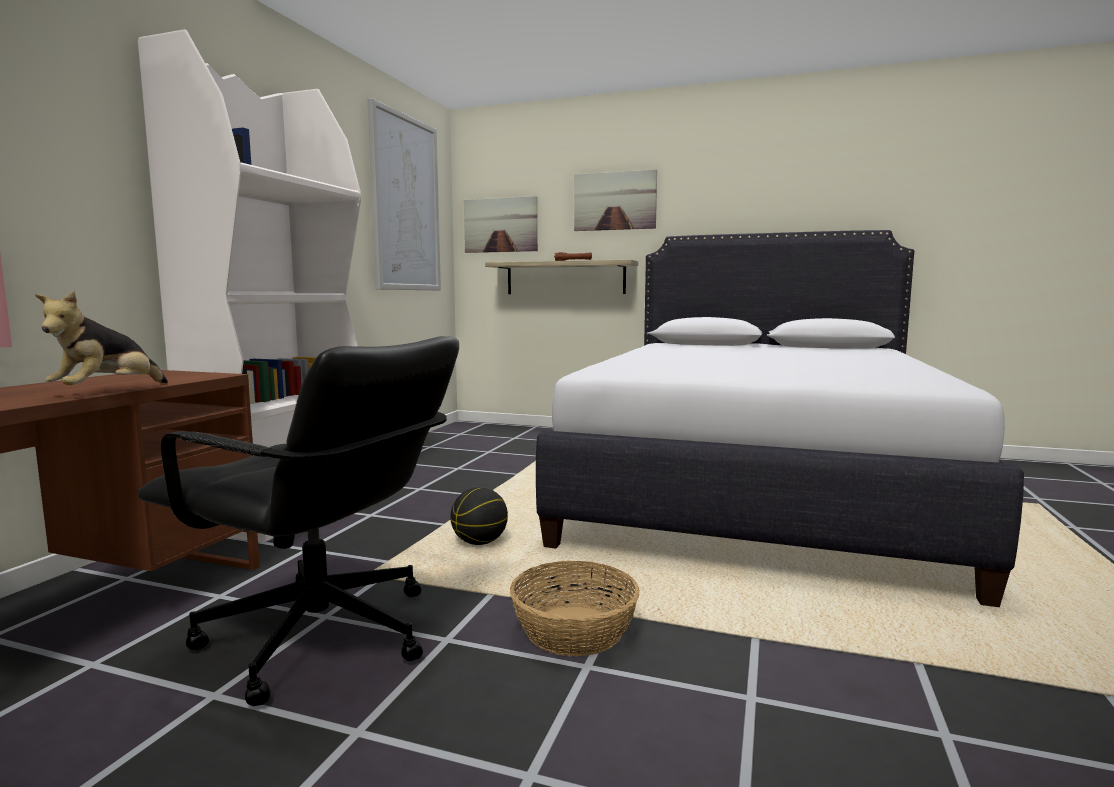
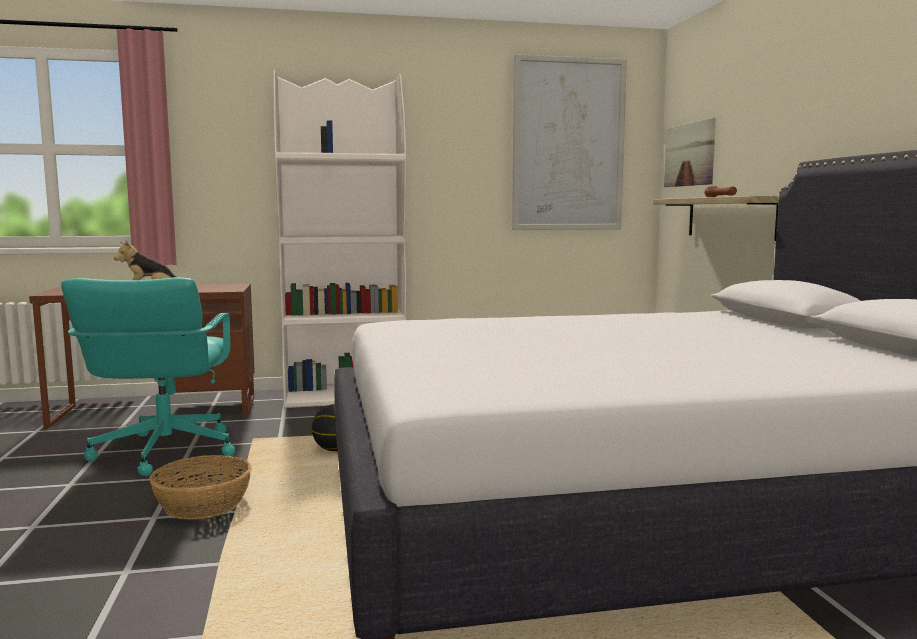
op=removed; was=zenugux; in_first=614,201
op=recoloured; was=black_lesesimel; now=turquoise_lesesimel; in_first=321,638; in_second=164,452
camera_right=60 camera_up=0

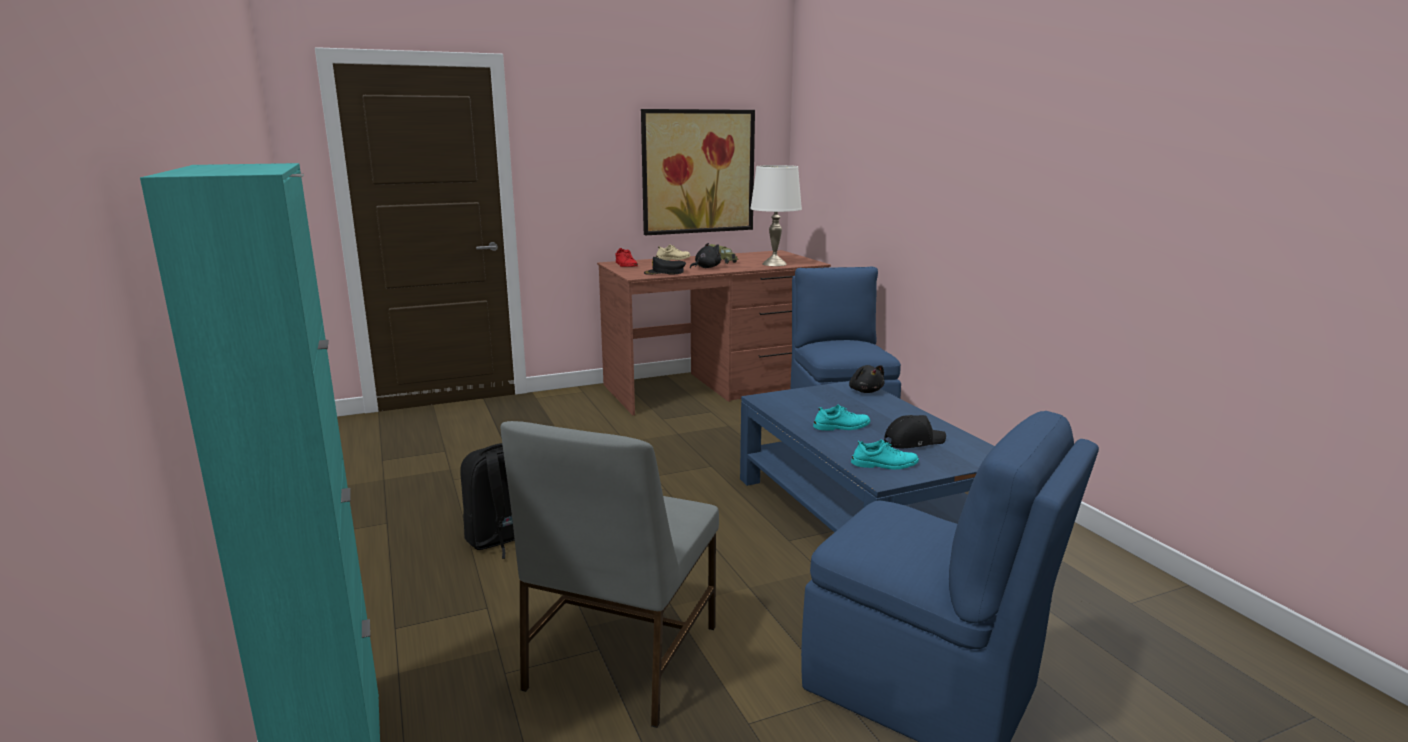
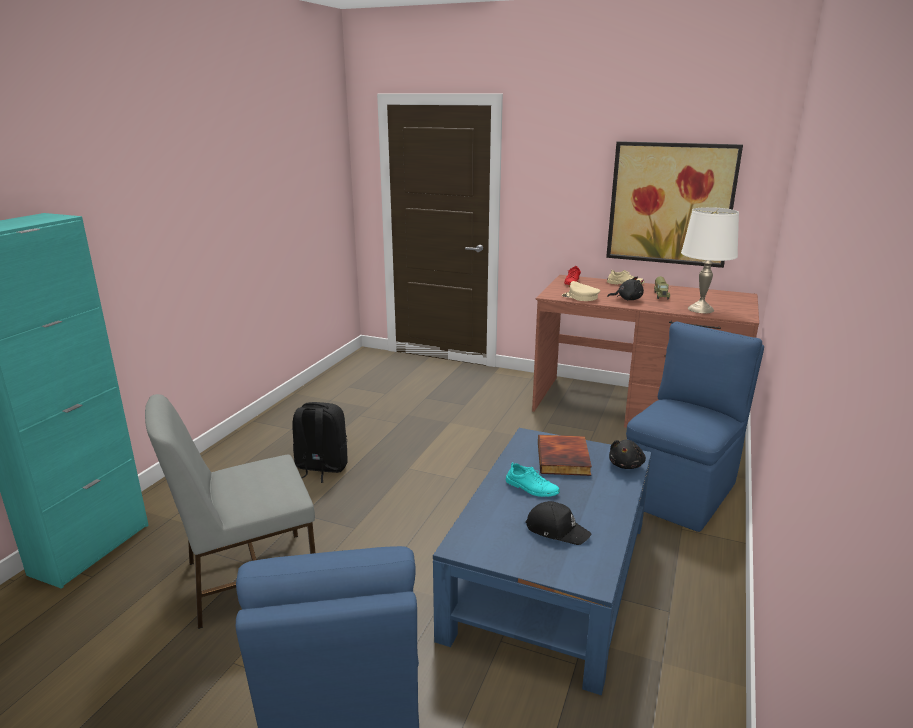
op=recoloured; was=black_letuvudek; now=beige_letuvudek; in_first=665,272; in_second=580,297
op=removed; was=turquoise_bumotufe; in_first=884,464
op=added; now=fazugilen; in_second=564,459
camera_right=45 camera_up=5

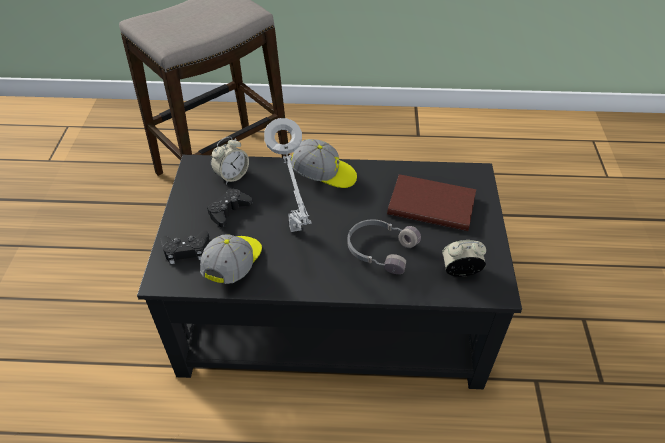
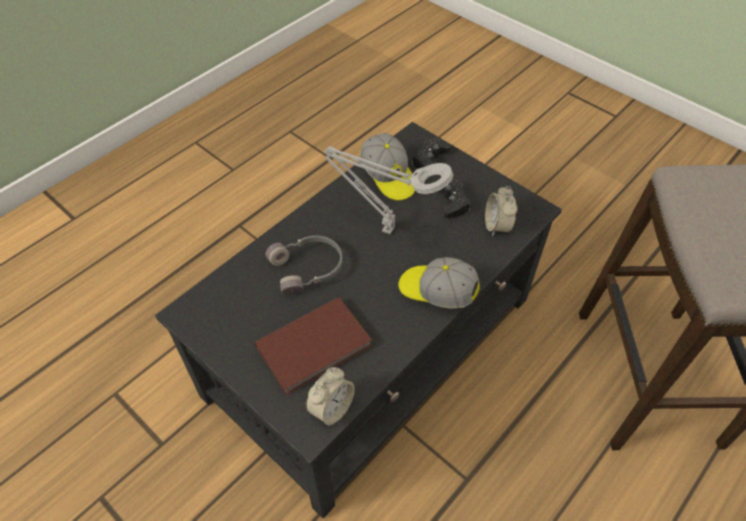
op=turned; was=letuvudek; in_first=324,175; in_second=437,291; clockwise=60
op=moved; was=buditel; in_first=460,271; in_second=331,408
camera_right=130 camera_up=5

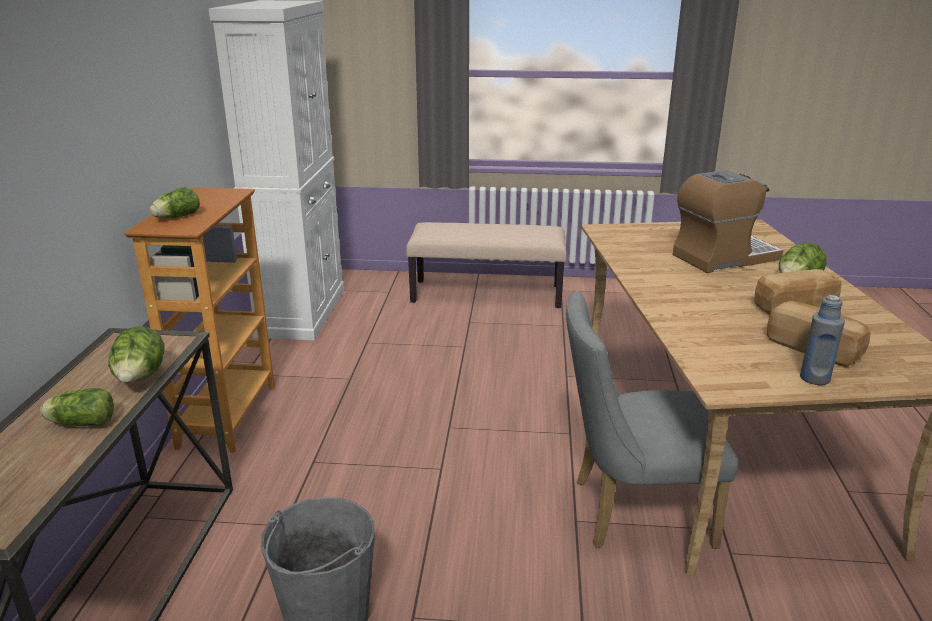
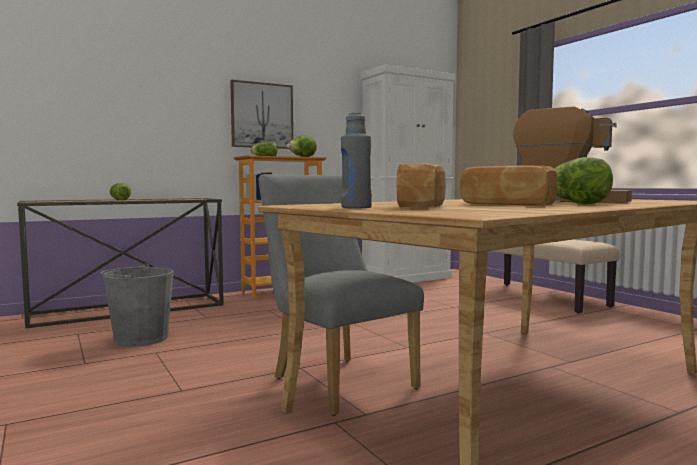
op=moved; was=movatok; in_first=140,379; in_second=302,157
op=added; now=zenugux; in_second=262,115
camera_right=55 camera_up=-20

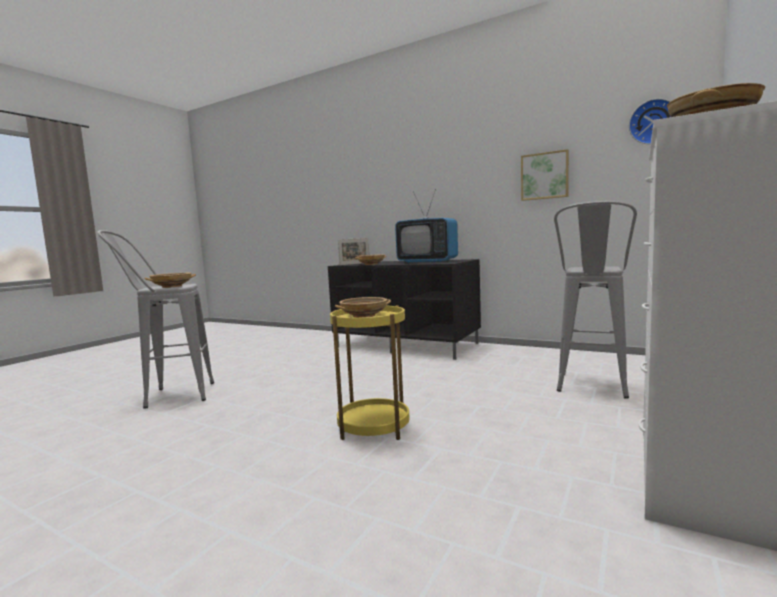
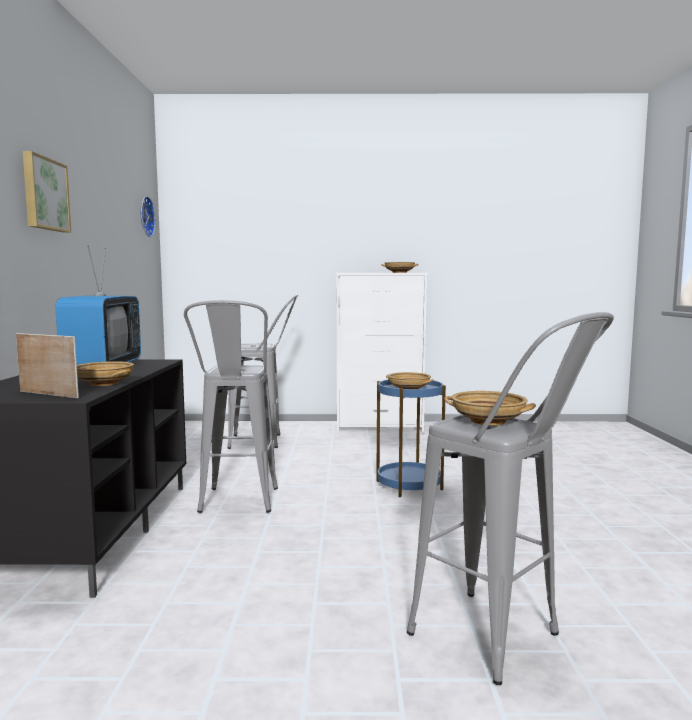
op=moved; was=zenugux; in_first=544,176; in_second=44,194
op=recoloured; was=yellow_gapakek; now=blue_gapakek; in_first=374,427; in_second=409,485
op=added; now=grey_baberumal; in_second=237,505
camera_right=-120 camera_up=0

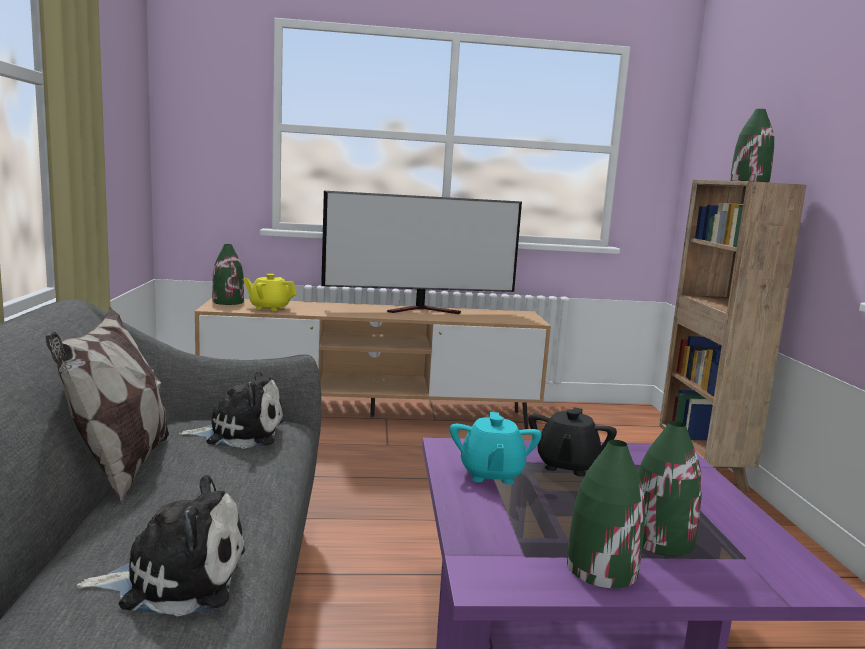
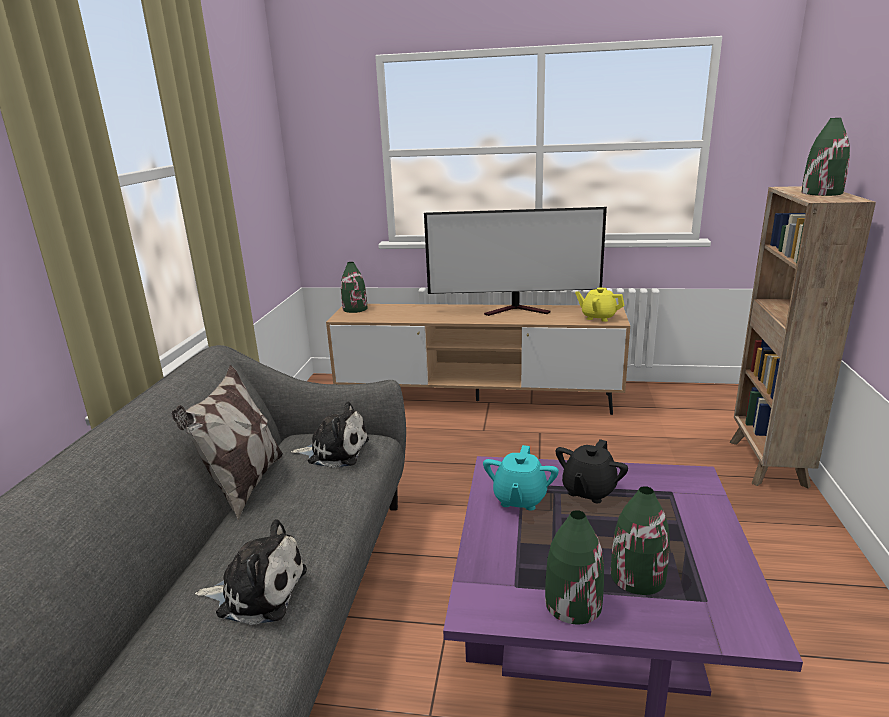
op=moved; was=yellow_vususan; in_first=269,308; in_second=598,317
camera_right=15 camera_up=10

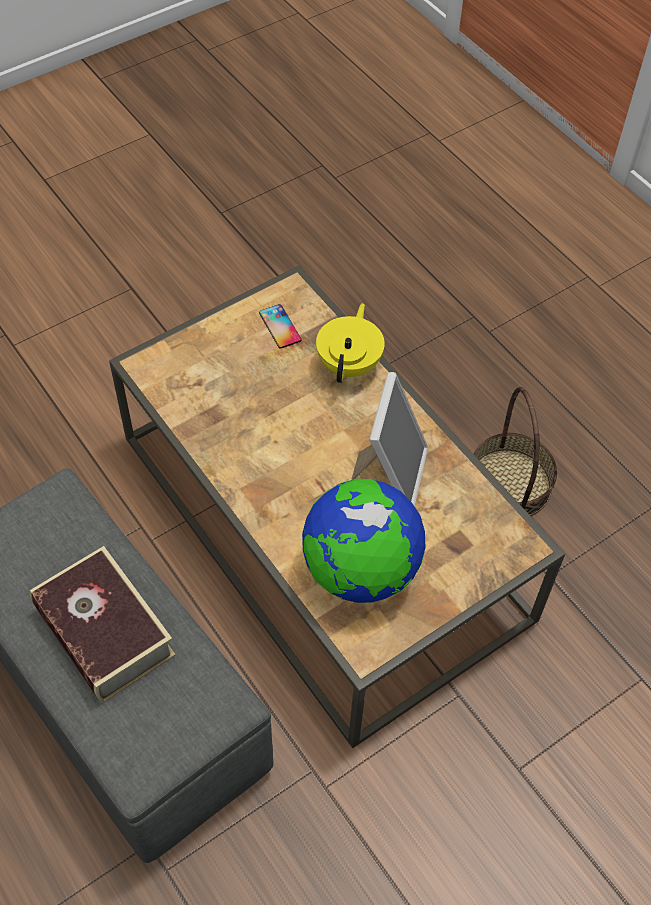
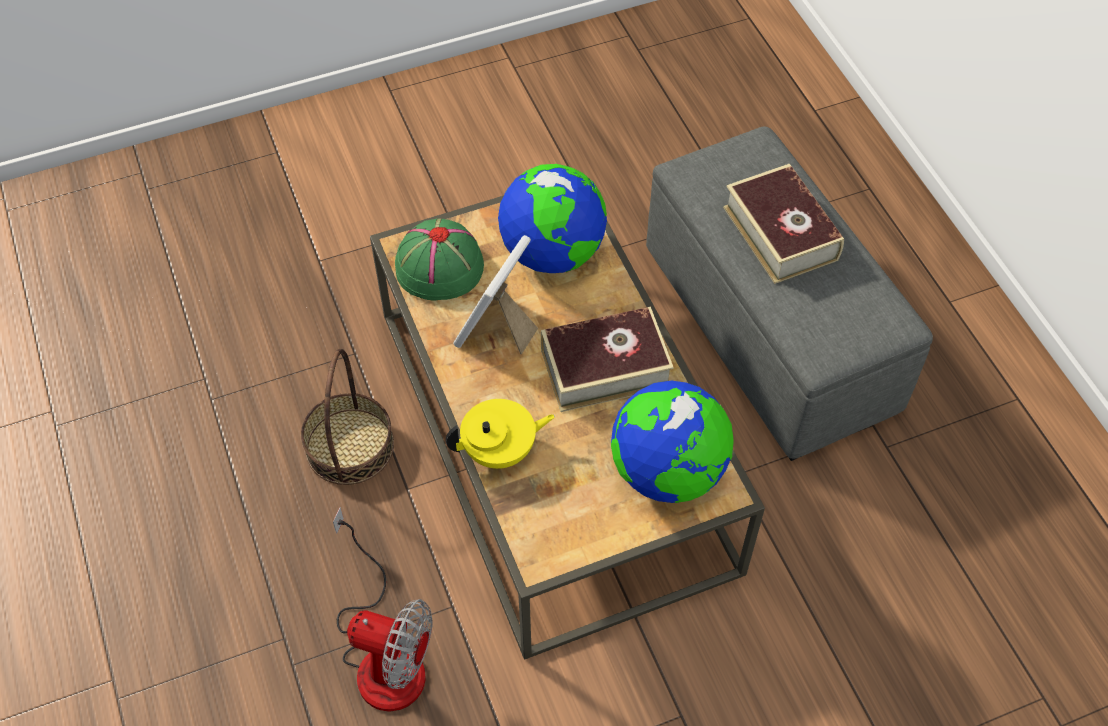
op=turned; was=yellow_vususan; in_first=350,364; in_second=500,451; clockwise=-135
op=removed; was=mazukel; in_first=280,326
op=added; now=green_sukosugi; in_second=439,267
op=added; now=fazugilen; in_second=605,368
op=added; now=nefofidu; in_second=667,472
op=added; now=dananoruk; in_second=384,654
camera_right=-165 camera_up=0

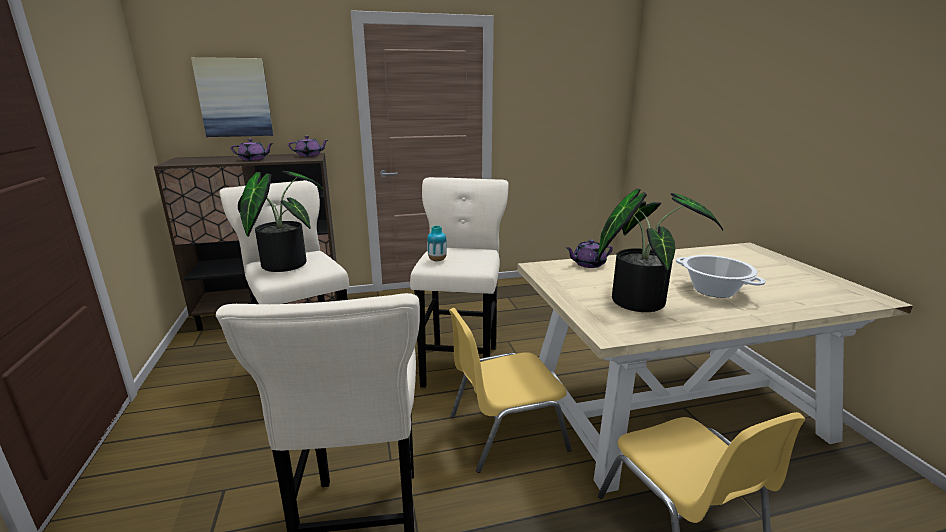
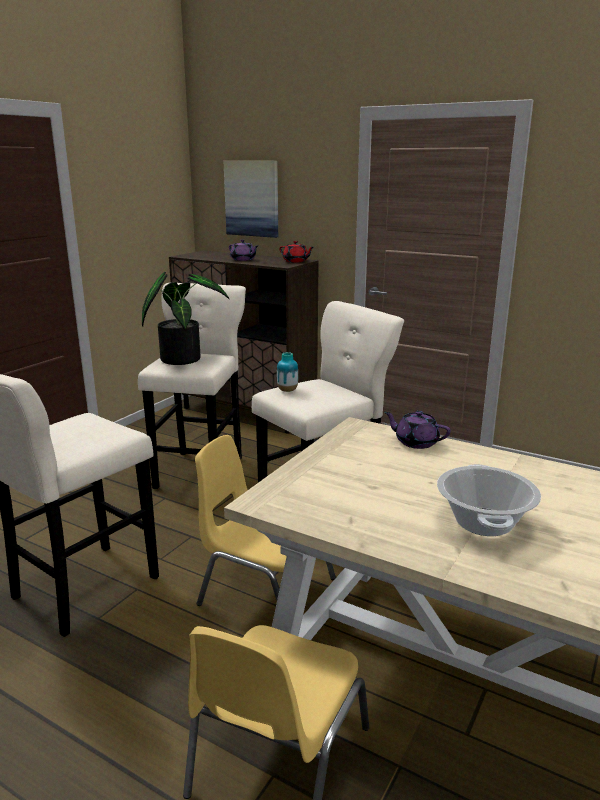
op=recoloured; was=purple_vususan; now=red_vususan; in_first=309,155; in_second=296,261
op=removed; was=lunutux; in_first=639,299
camera_right=45 camera_up=0

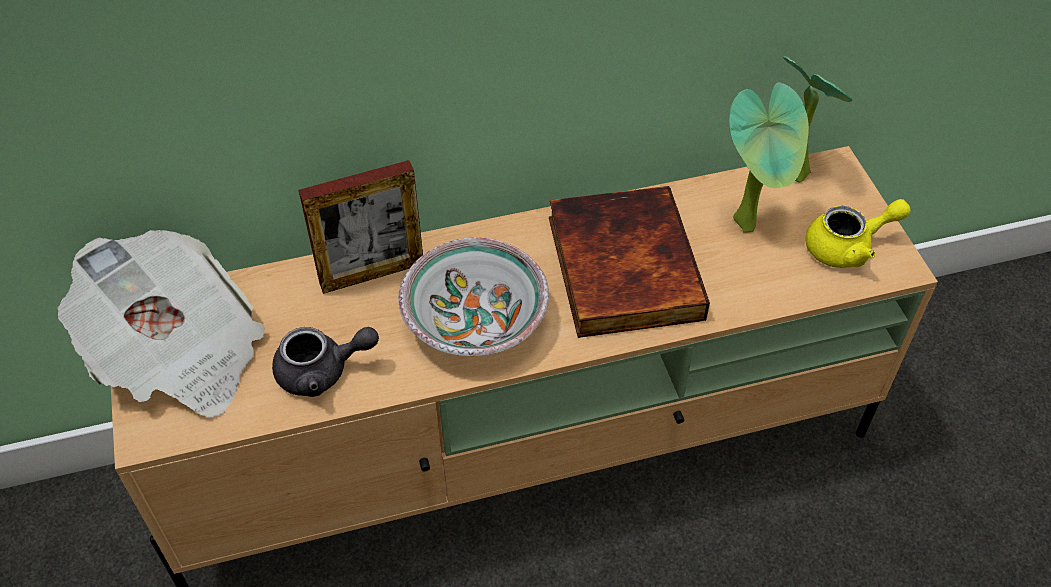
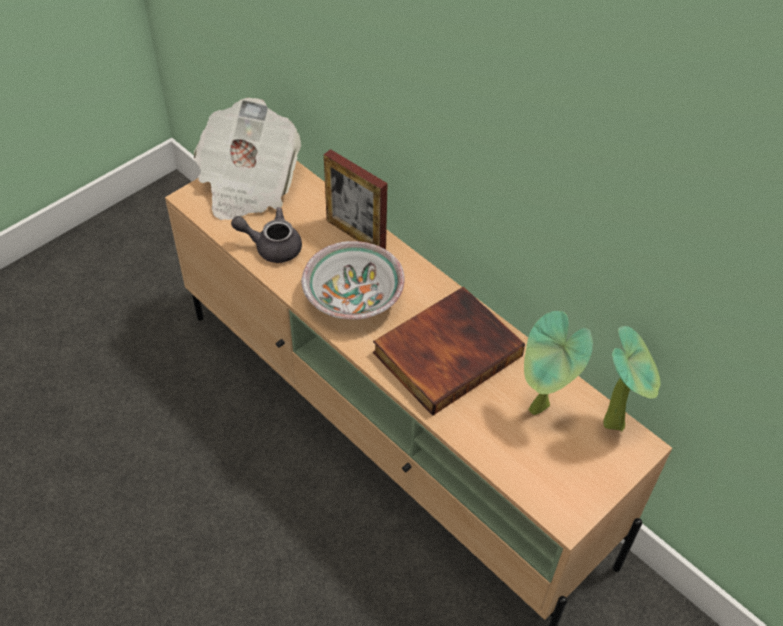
op=removed; was=yellow_vususan; in_first=848,247
op=turned; was=grey_vususan; in_first=322,371; in_second=272,246; clockwise=135
camera_right=60 camera_up=0

